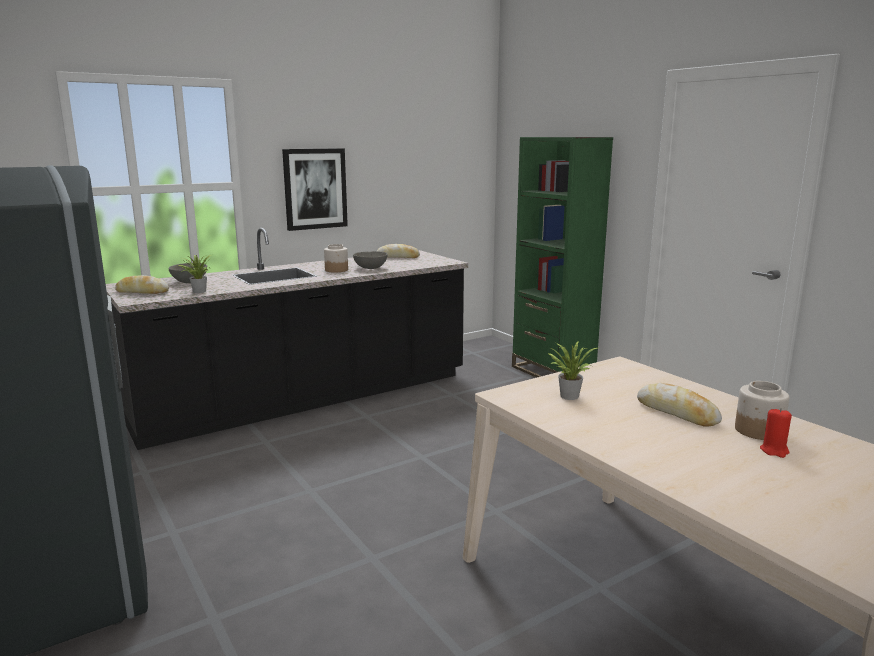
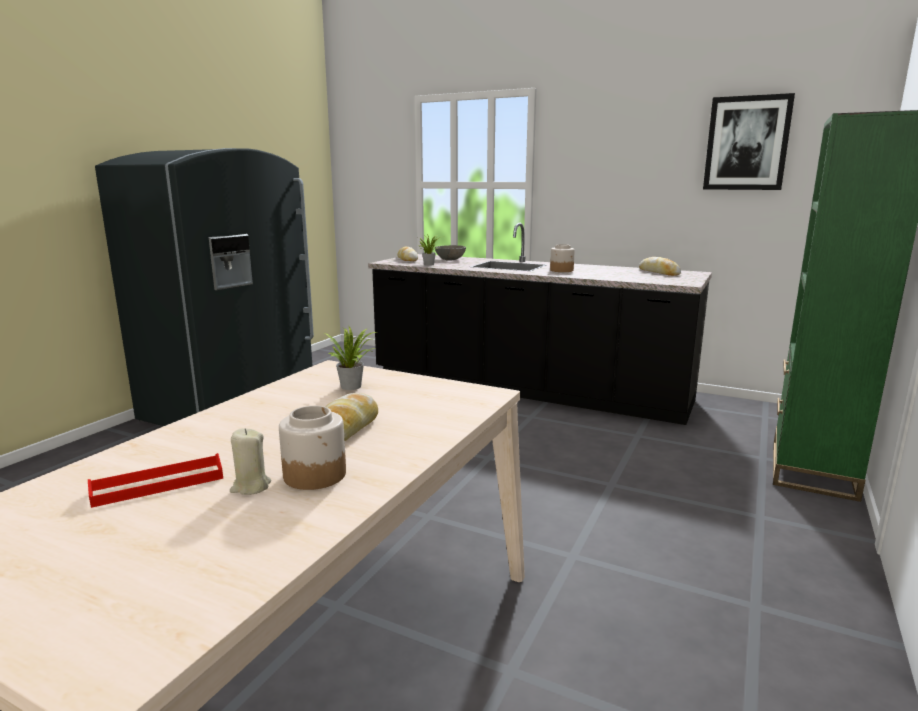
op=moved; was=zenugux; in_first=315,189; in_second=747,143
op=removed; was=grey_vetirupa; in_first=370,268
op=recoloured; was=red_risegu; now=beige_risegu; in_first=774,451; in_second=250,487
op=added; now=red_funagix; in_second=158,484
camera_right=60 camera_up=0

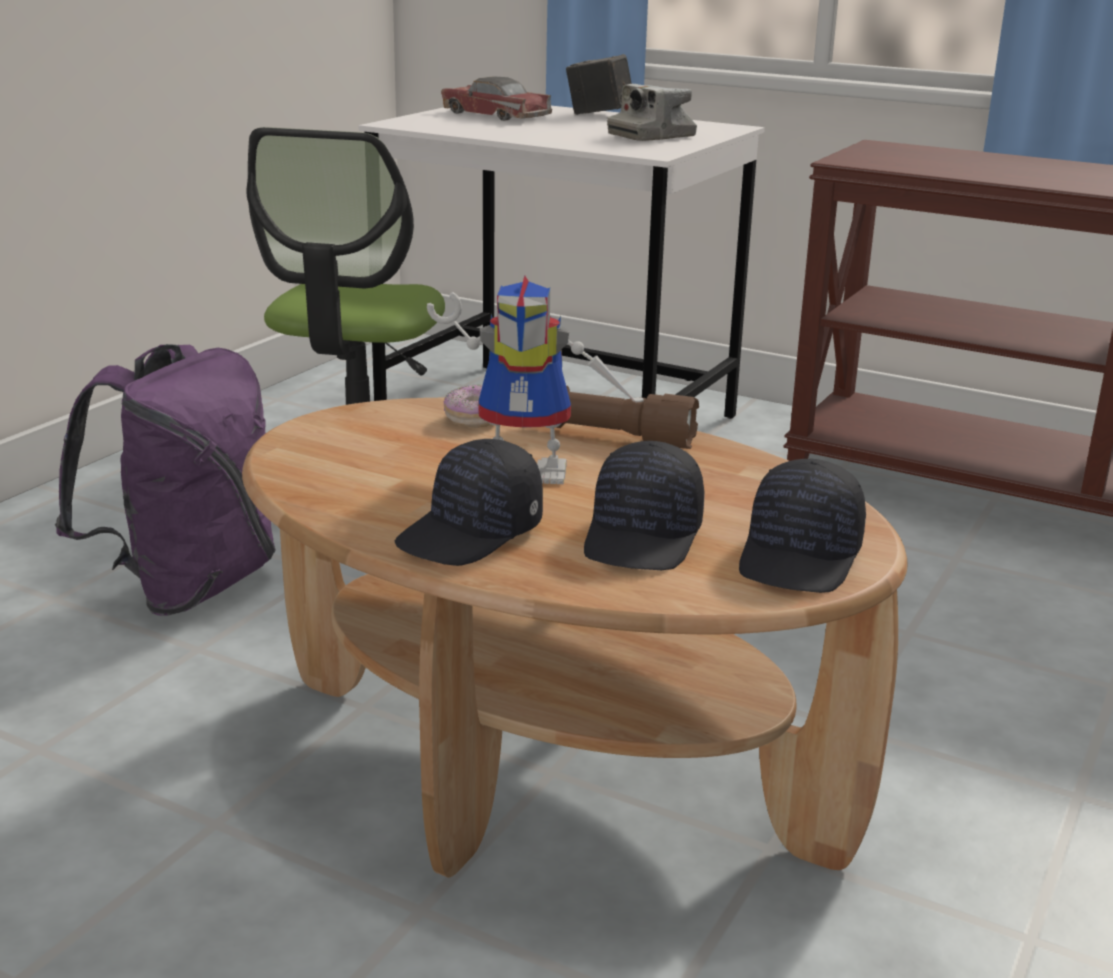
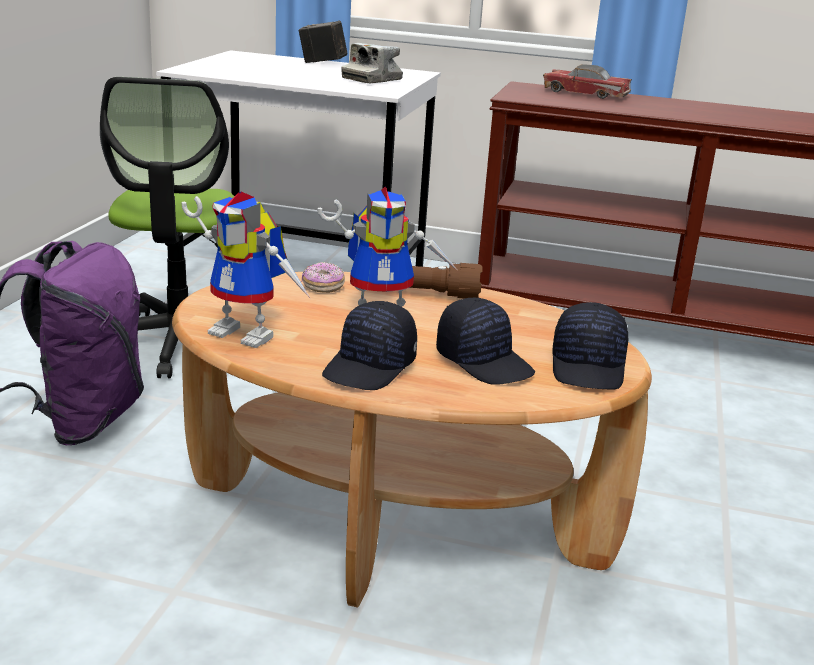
op=moved; was=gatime; in_first=495,115; in_second=585,93
op=turned; was=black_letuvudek; in_first=644,538; in_second=485,362; clockwise=-45
op=added; now=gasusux; in_second=251,333
camera_right=-15 camera_up=0

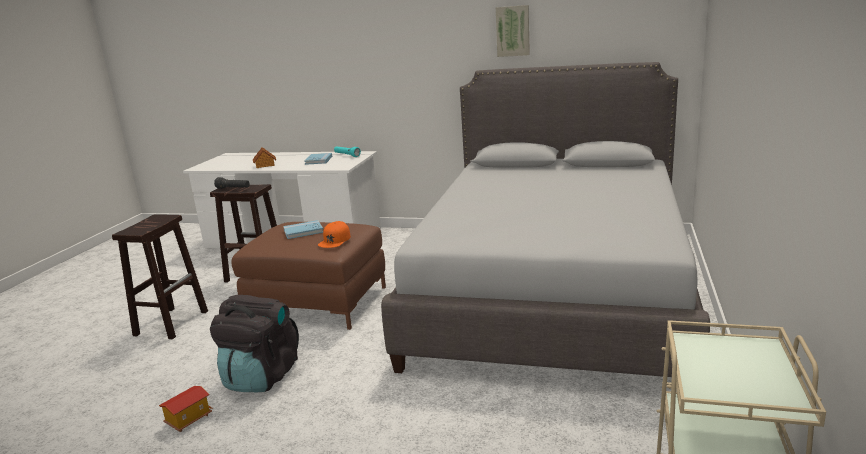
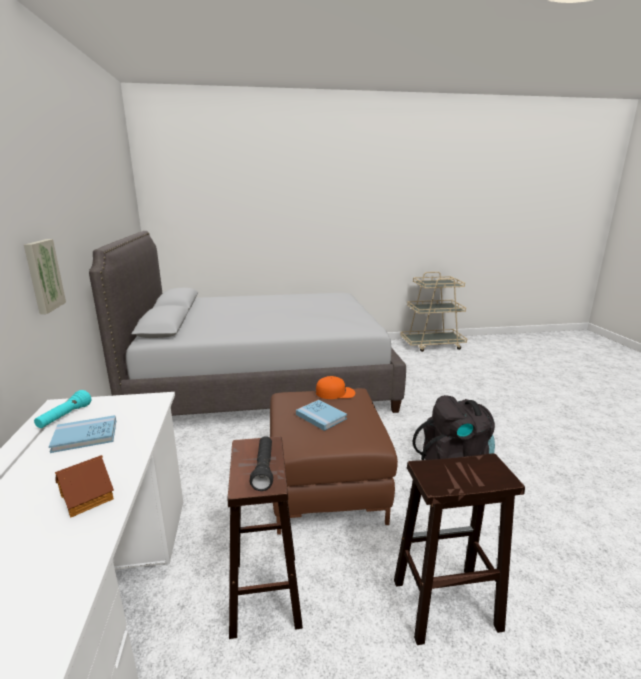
op=moved; was=zenugux; in_first=513,31; in_second=42,275
op=removed; was=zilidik; in_first=189,419
camera_right=-115 camera_up=0

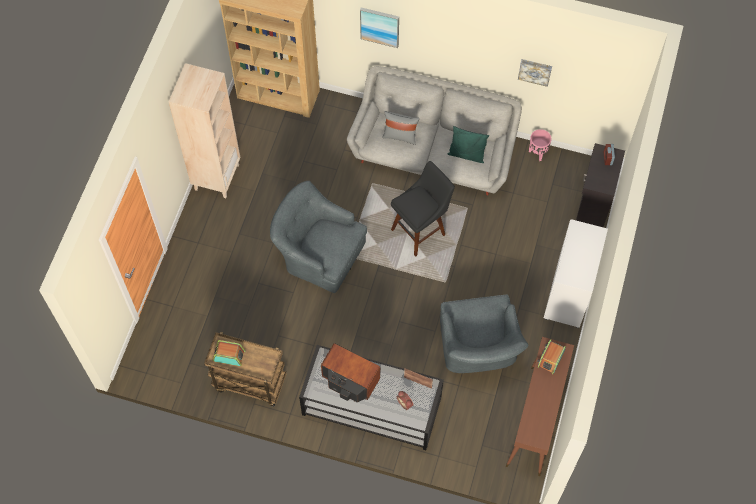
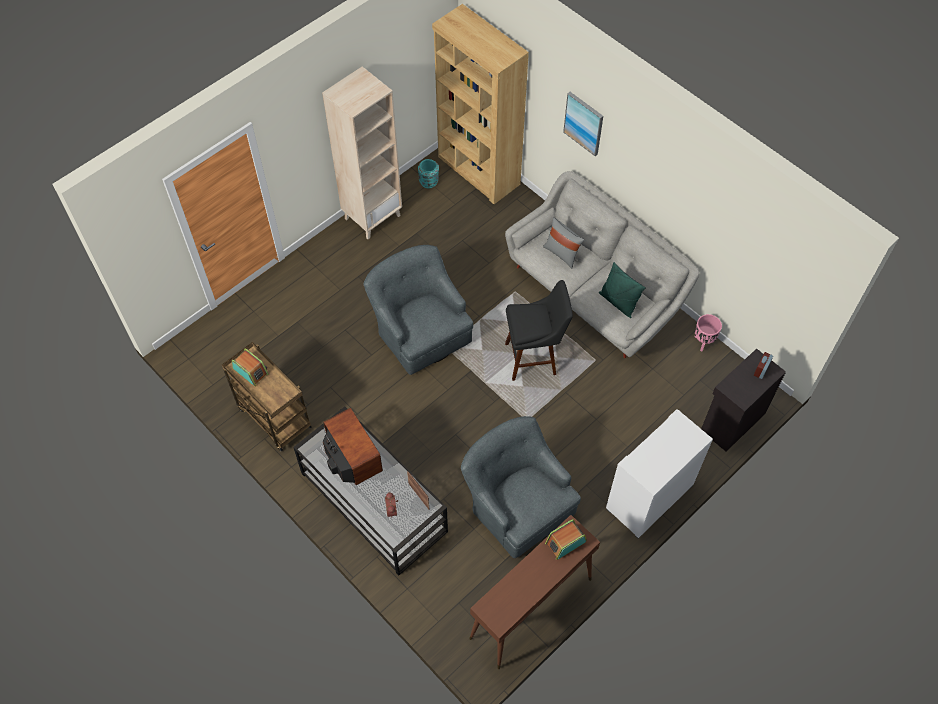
op=removed; was=zenugux; in_first=535,71
op=turned; was=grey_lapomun; in_first=478,349; in_second=517,503; clockwise=120
op=added; now=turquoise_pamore; in_second=429,182
camera_right=30 camera_up=-5

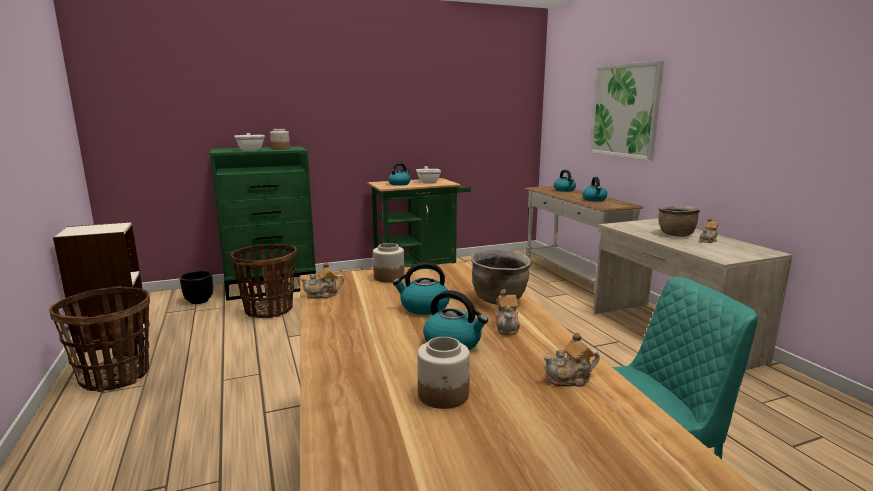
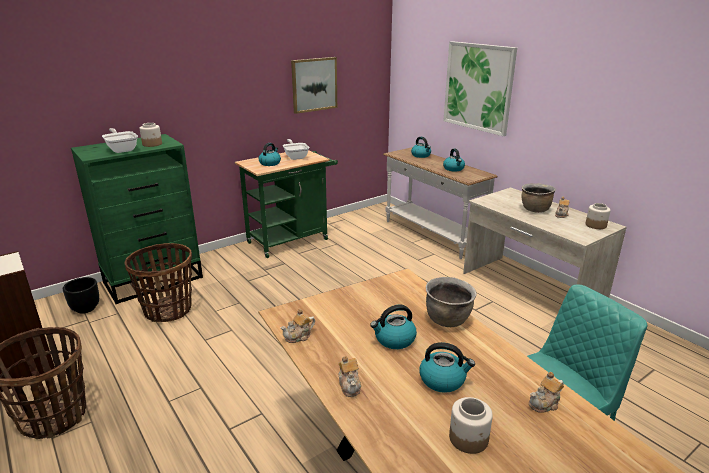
op=moved; was=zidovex; in_first=388,277; in_second=595,225
op=moved; was=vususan; in_first=507,327; in_second=350,385
op=added; now=zenugux; in_second=314,84
camera_right=-15 camera_up=10

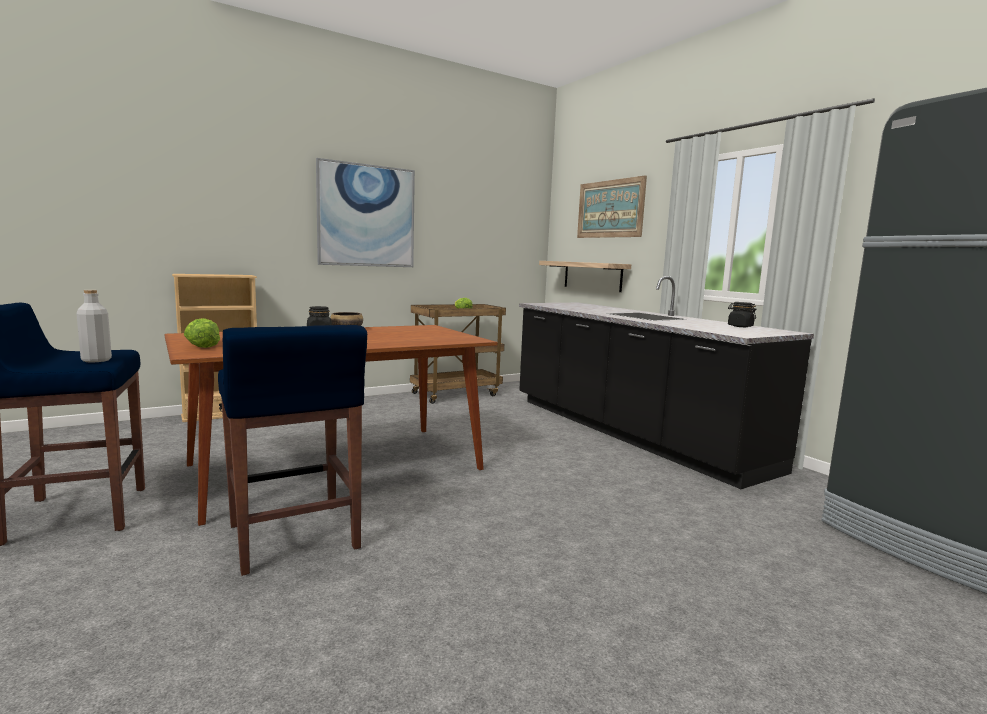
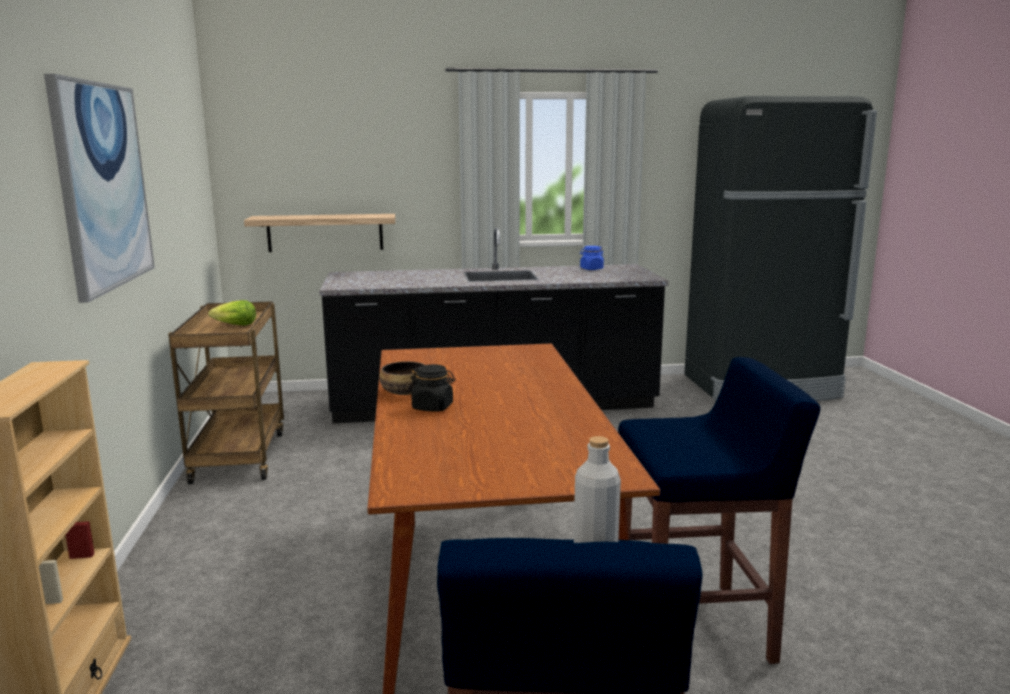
op=removed; was=zenugux; in_first=610,209
op=recoloured; was=black_zidovex; now=blue_zidovex; in_first=740,326; in_second=591,269
op=removed; was=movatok; in_first=203,345
camera_right=-65 camera_up=5

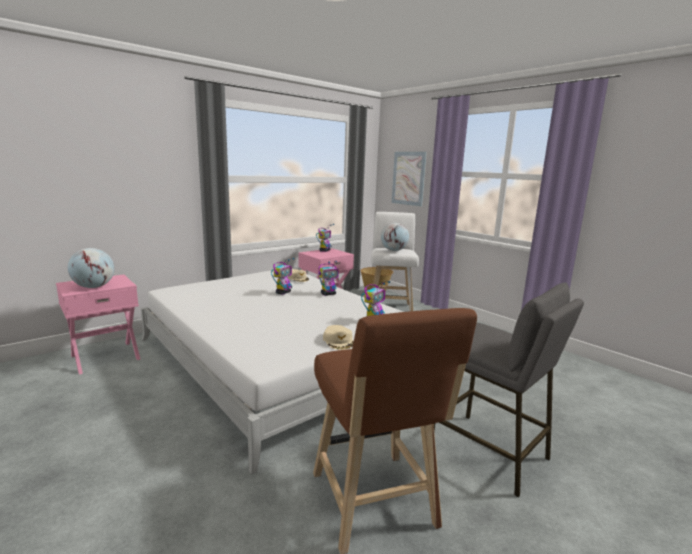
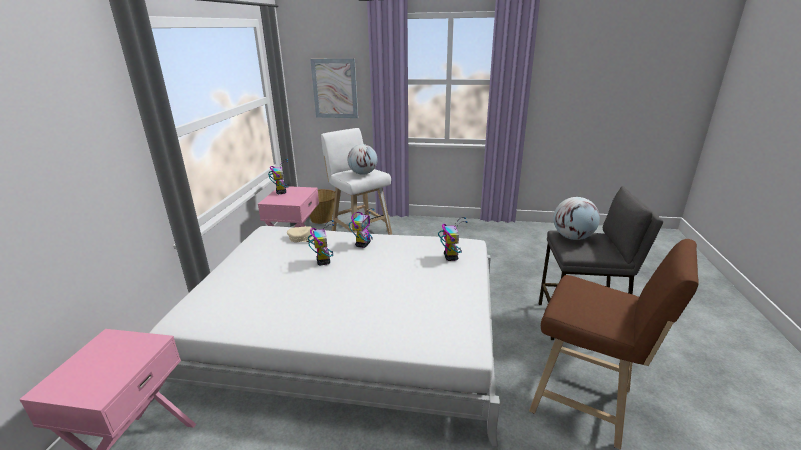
op=moved; was=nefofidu; in_first=94,287; in_second=572,237
op=removed; was=beige_letuvudek; in_first=338,341
camera_right=-40 camera_up=10

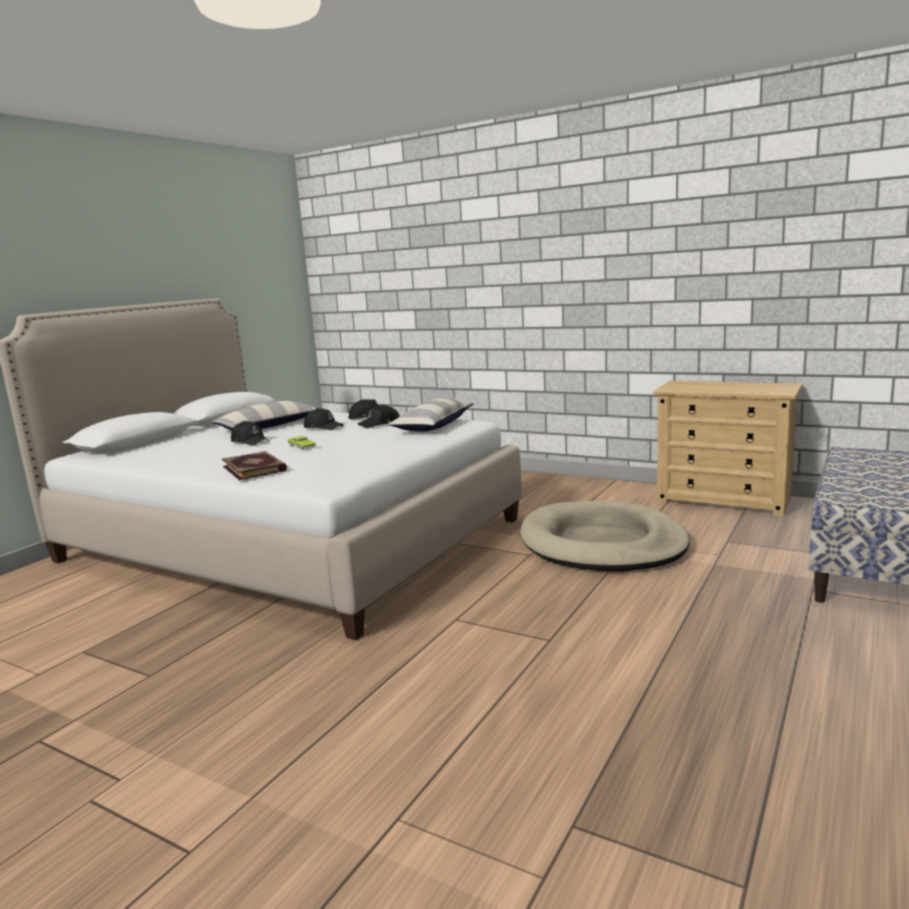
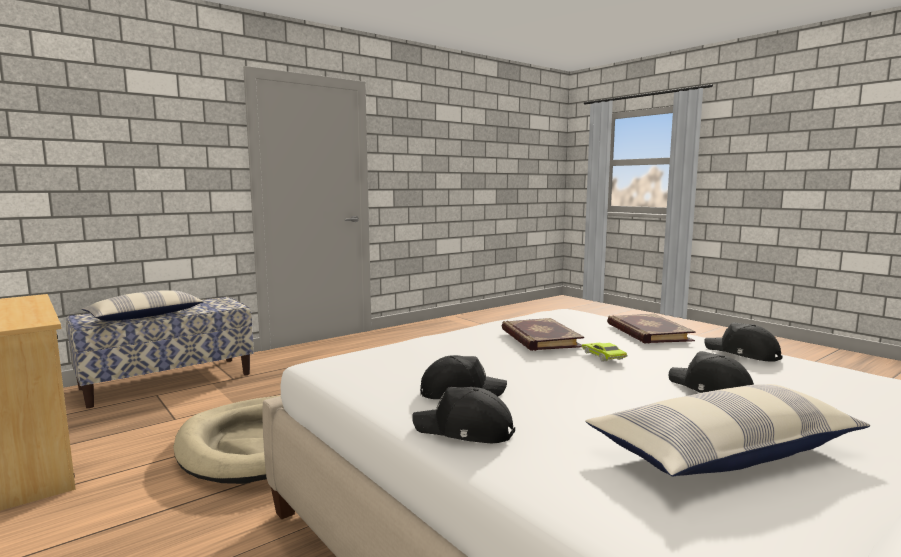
op=moved; was=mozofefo; in_first=433,425; in_second=145,316
op=moved; was=black_letuvudek; in_first=323,427; in_second=742,353
op=added; now=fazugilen; in_second=539,338
camera_right=-160 camera_up=-5

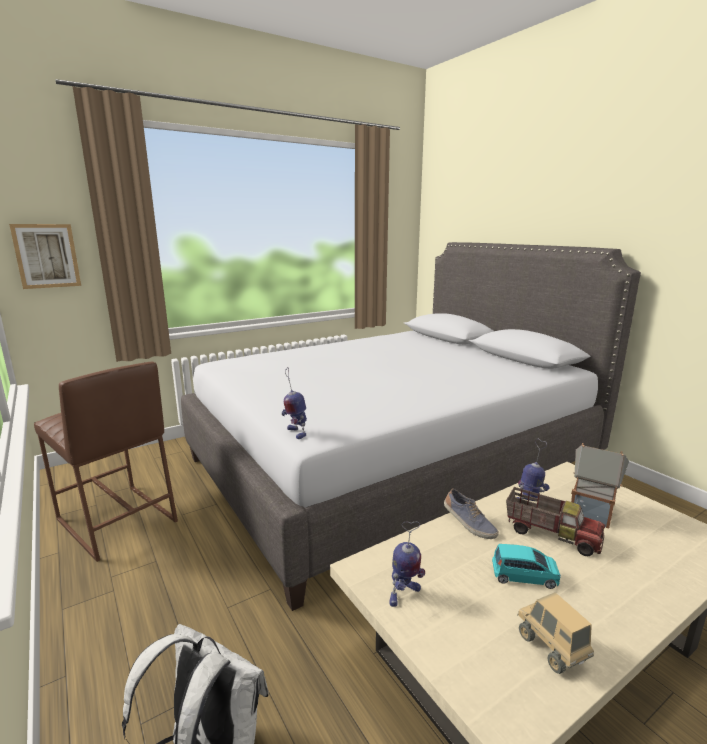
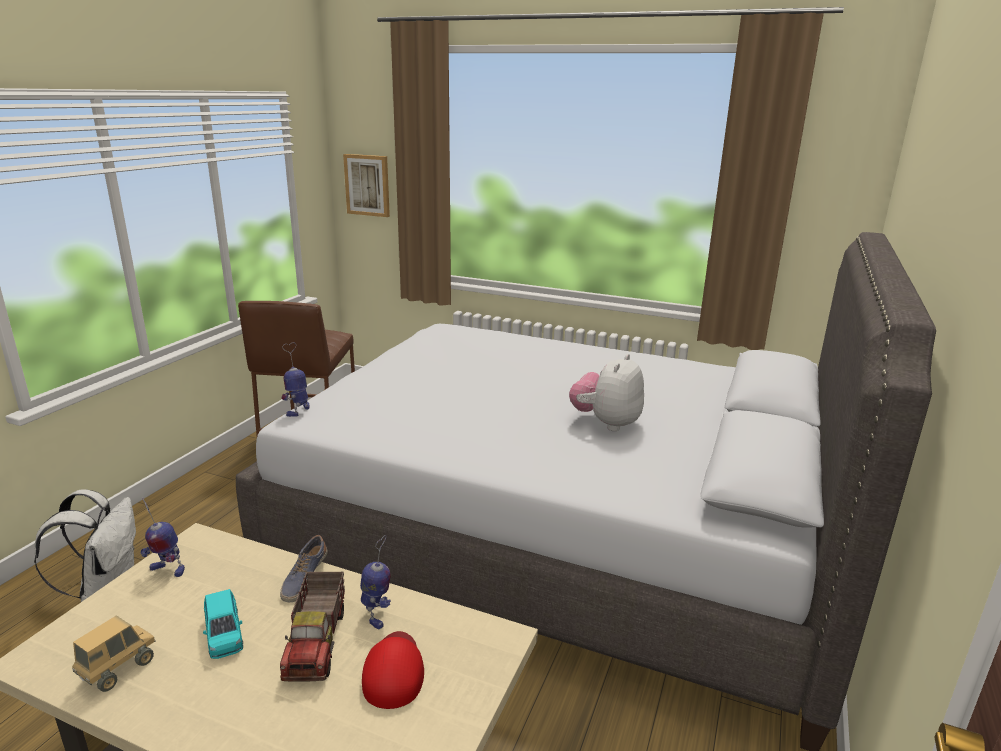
op=replaced; was=zilidik; now=red_letuvudek; in_first=592,513; in_second=394,671
op=added; now=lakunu; in_second=606,423
camera_right=55 camera_up=5

